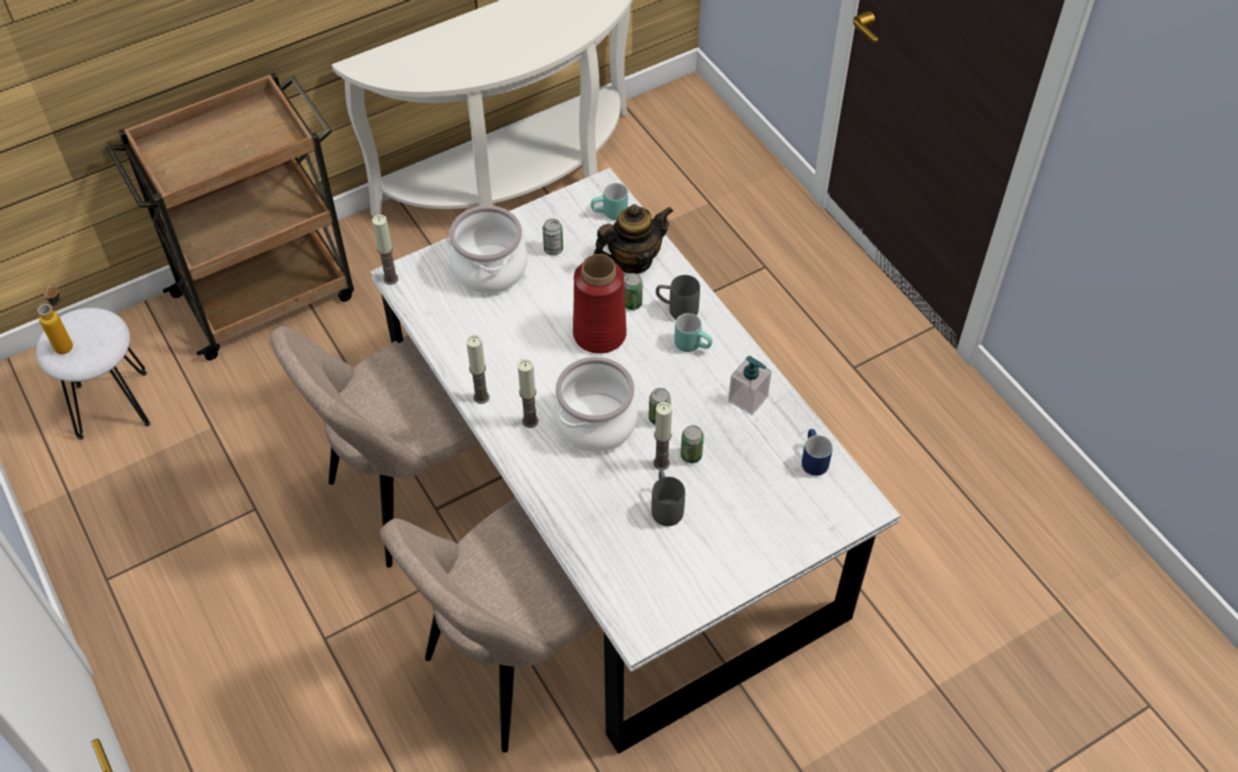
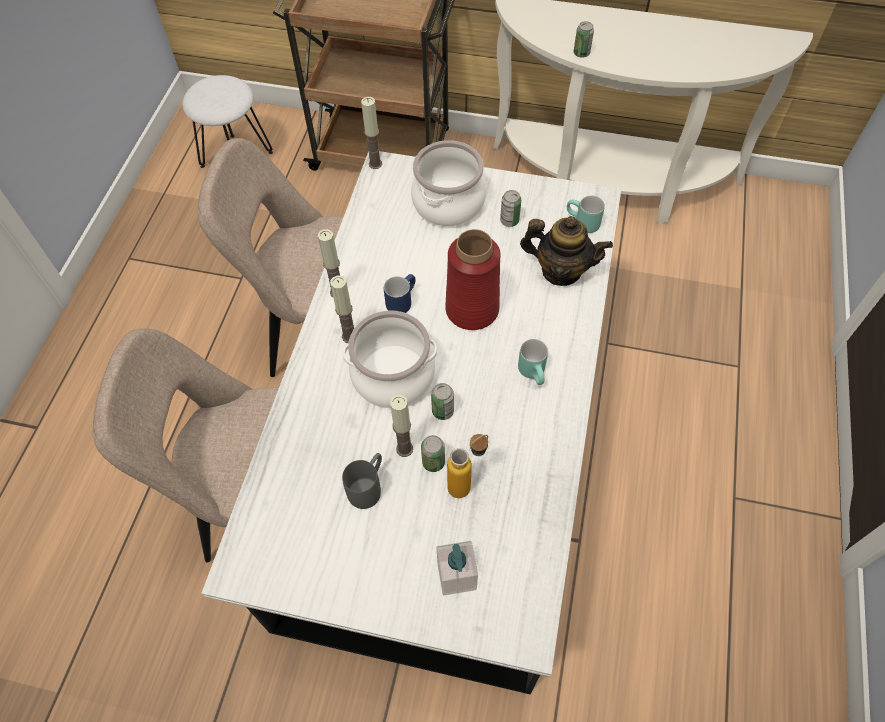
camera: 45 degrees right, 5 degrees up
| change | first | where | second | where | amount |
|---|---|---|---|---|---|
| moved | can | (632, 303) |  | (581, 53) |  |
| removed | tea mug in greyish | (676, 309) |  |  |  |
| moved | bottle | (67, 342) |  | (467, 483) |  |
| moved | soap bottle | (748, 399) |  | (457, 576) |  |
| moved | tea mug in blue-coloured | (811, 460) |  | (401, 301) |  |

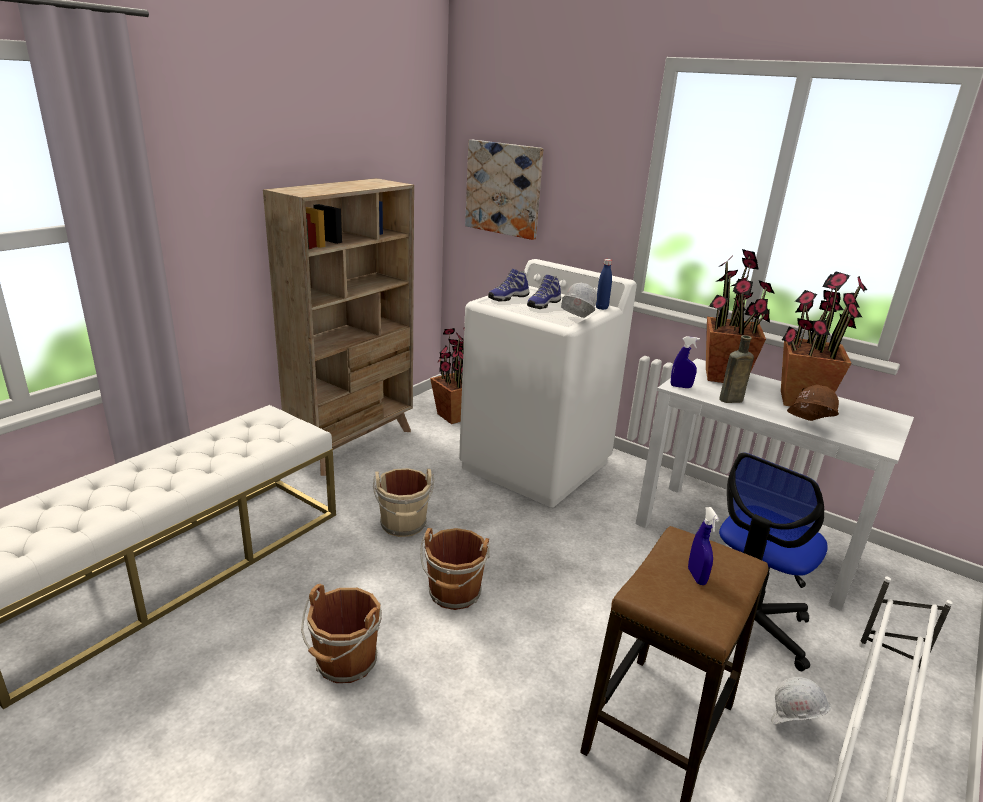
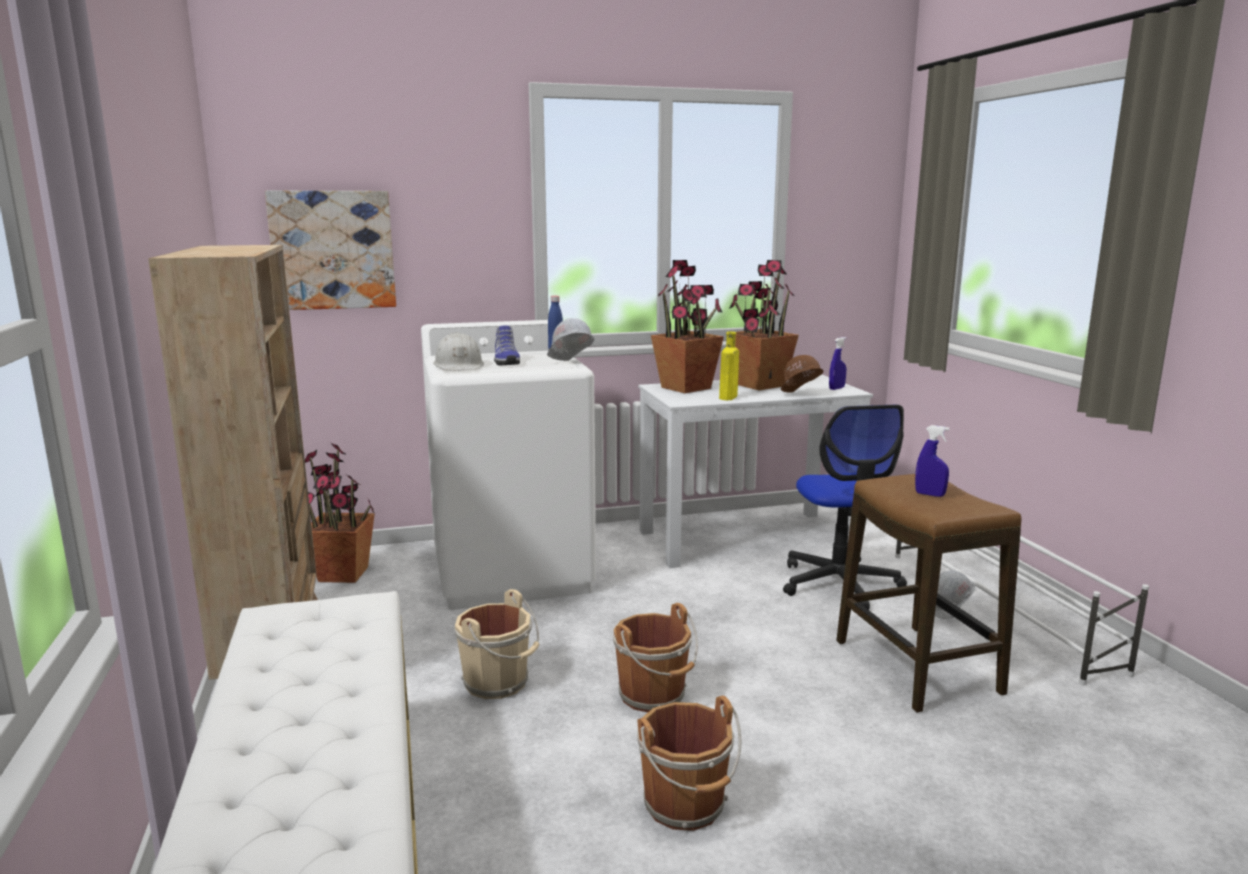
camera: 50 degrees left, 10 degrees down
| change | first | where | second | where | amount |
|---|---|---|---|---|---|
| replaced | item of footwear | (507, 297) | safety helmet in white-coloured | (459, 366) |  |
| recoloured | bottle in brown | (729, 400) | bottle in yellow-coloured | (727, 398) |  |
| moved | spray bottle in blue-coloured | (681, 386) |  | (836, 388) |  |

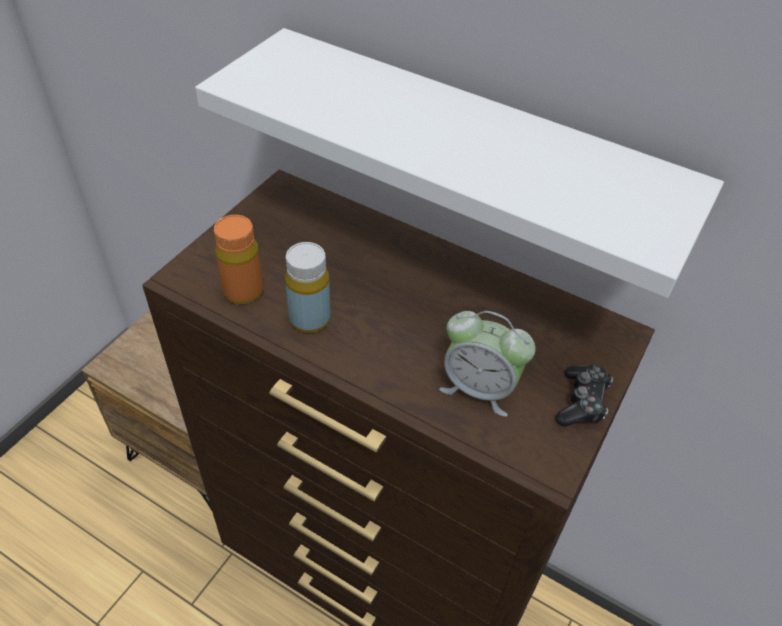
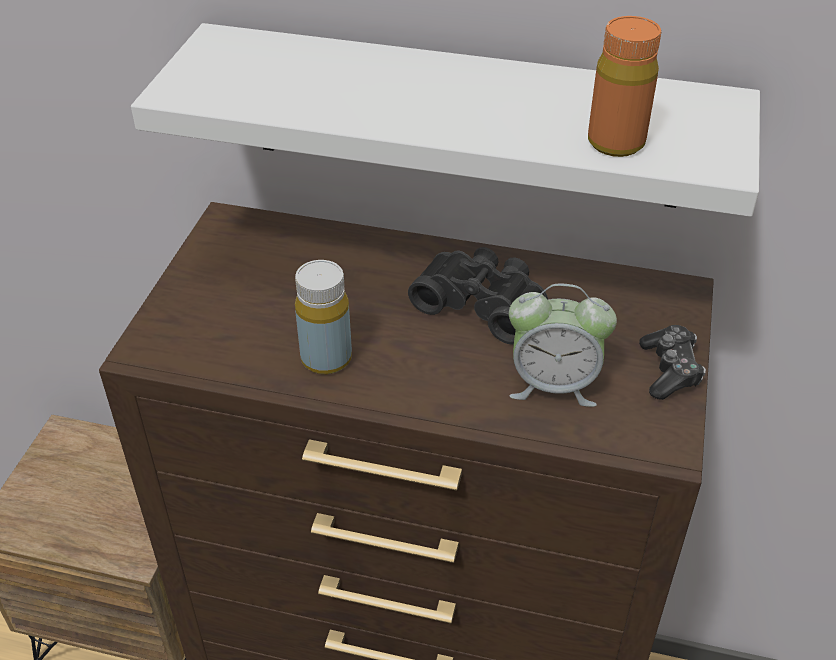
camera: 15 degrees left, 5 degrees down
| change | first | where | second | where | amount |
|---|---|---|---|---|---|
| moved | bottle in orange-coloured | (243, 291) |  | (616, 143) |  |
| added |  |  | pair of binoculars in black-coloured | (482, 303) |  |

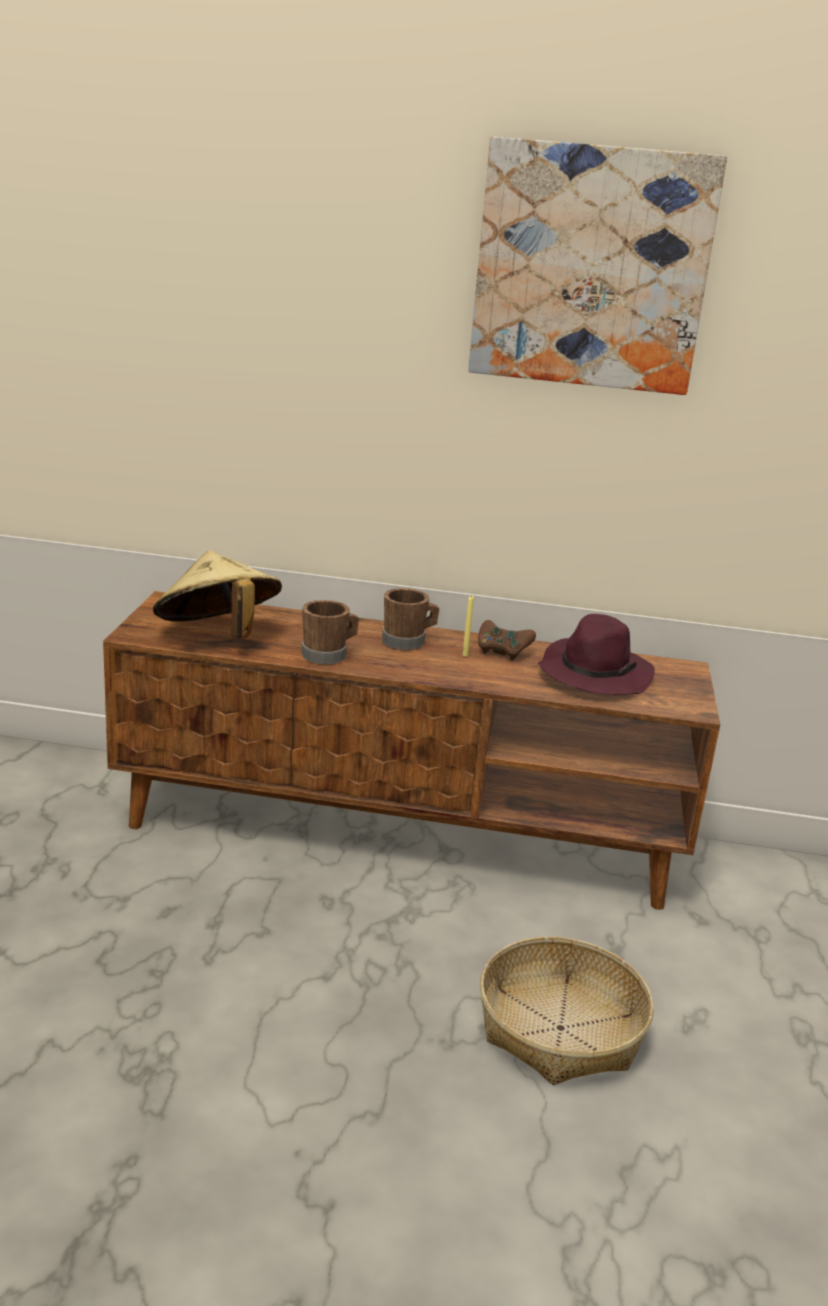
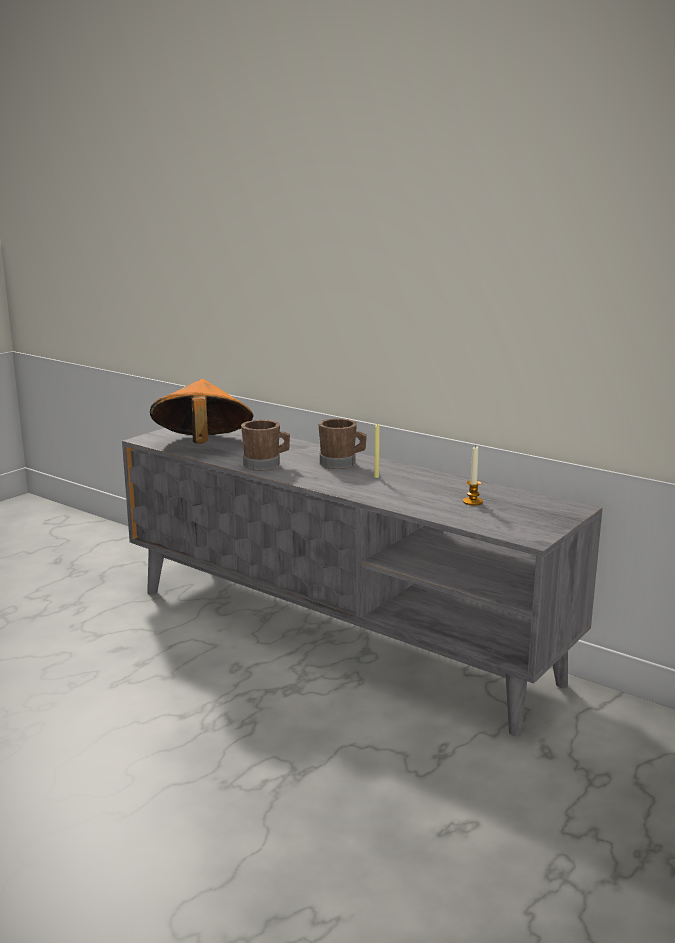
camera: 30 degrees right, 5 degrees down
| change | first | where | second | where | amount |
|---|---|---|---|---|---|
| removed | wall art | (591, 268) |  |  |  |
| recoloured | clothing hat in beige | (218, 636) | clothing hat in orange-coloured | (202, 446) |  |
| recoloured | tv stand in brown | (401, 834) | tv stand in greyish | (340, 634) |  |
| replaced | clothing hat in purple | (594, 674) | candle | (472, 502) |  |
| removed | game controller in brown | (502, 652) |  |  |  |
| removed | storage basket | (559, 1028) |  |  |  |

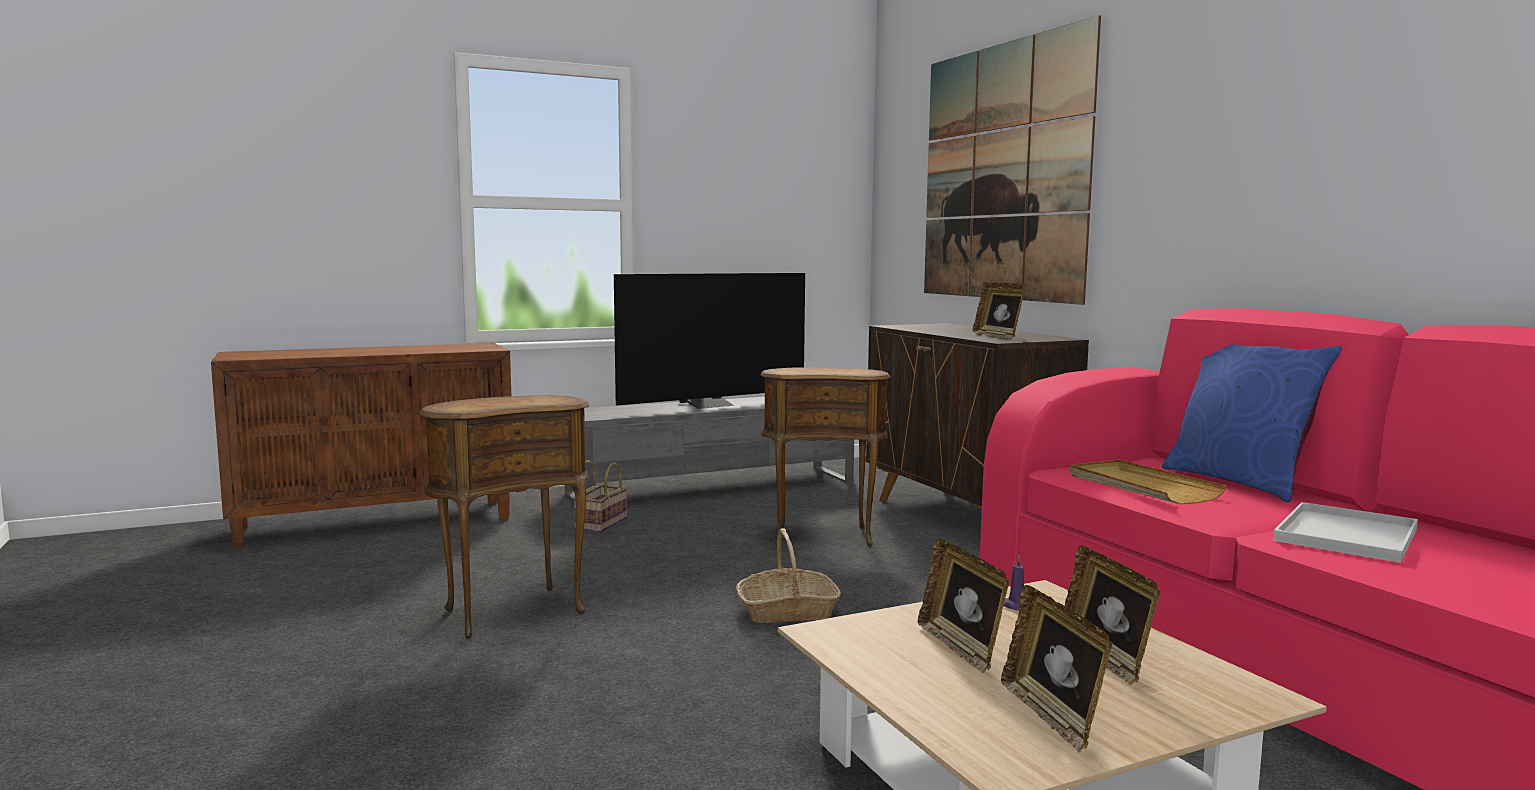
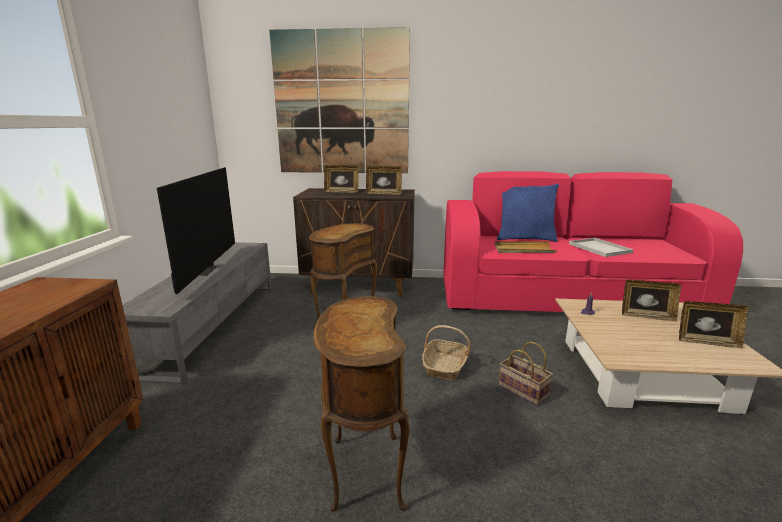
camera: 60 degrees left, 10 degrees up
| change | first | where | second | where | amount |
|---|---|---|---|---|---|
| moved | storage basket | (601, 523) |  | (521, 390) |  |
| moved | picture frame | (961, 647) |  | (341, 192) |  |

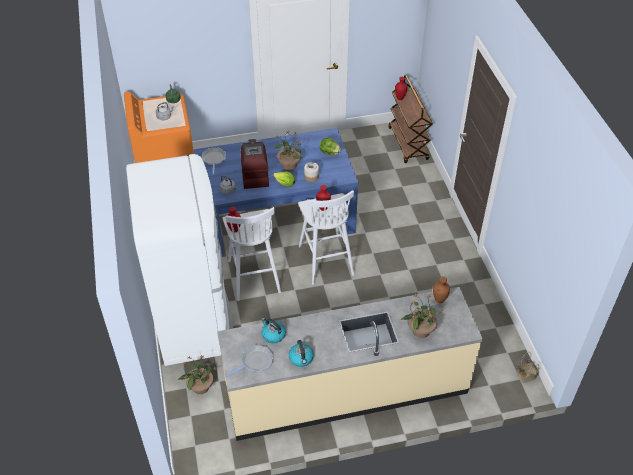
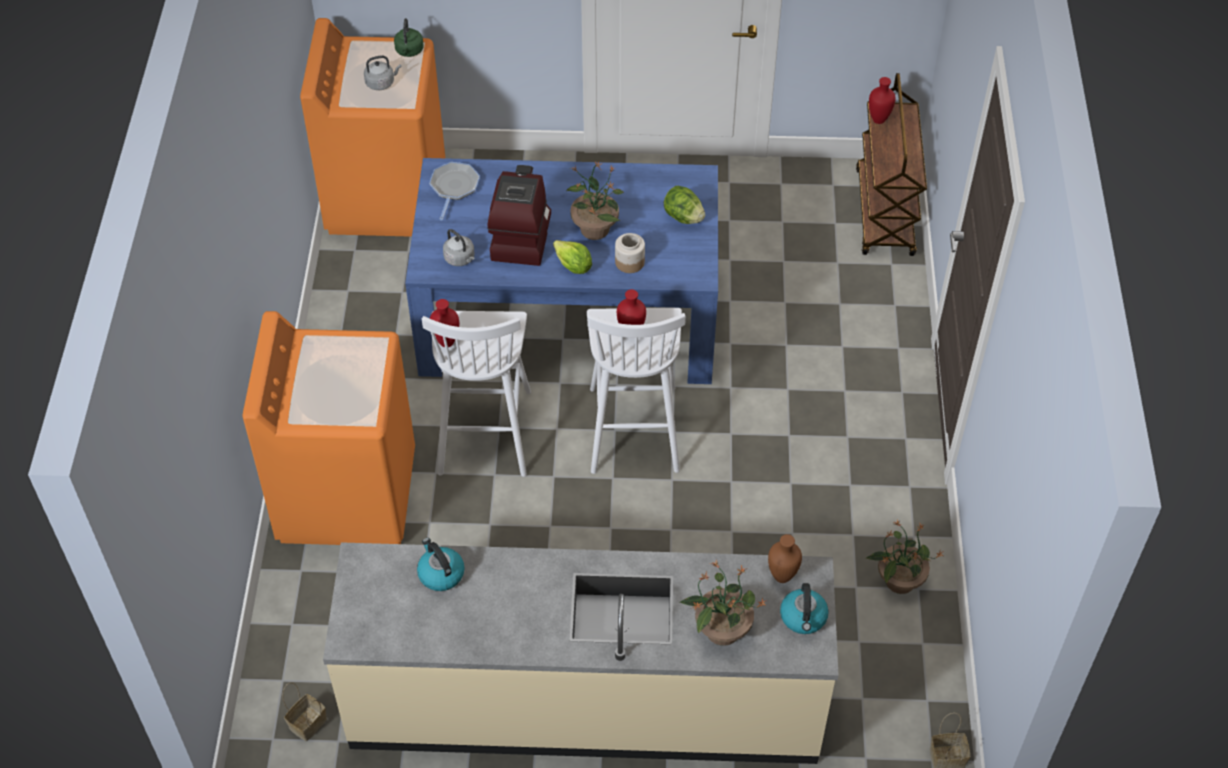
camera: 15 degrees right, 5 degrees up
| change | first | where | second | where | amount |
|---|---|---|---|---|---|
| replaced | kitchen fridge in white-coloured | (194, 319) | laundry appliance in orange-coloured | (347, 494) |  |
| moved | kettle | (301, 358) |  | (803, 618) |  |
| removed | skillet | (255, 362) |  |  |  |
| moved | houseplant | (200, 387) |  | (899, 580) |  |
| added |  |  | storage basket | (308, 722) |  |

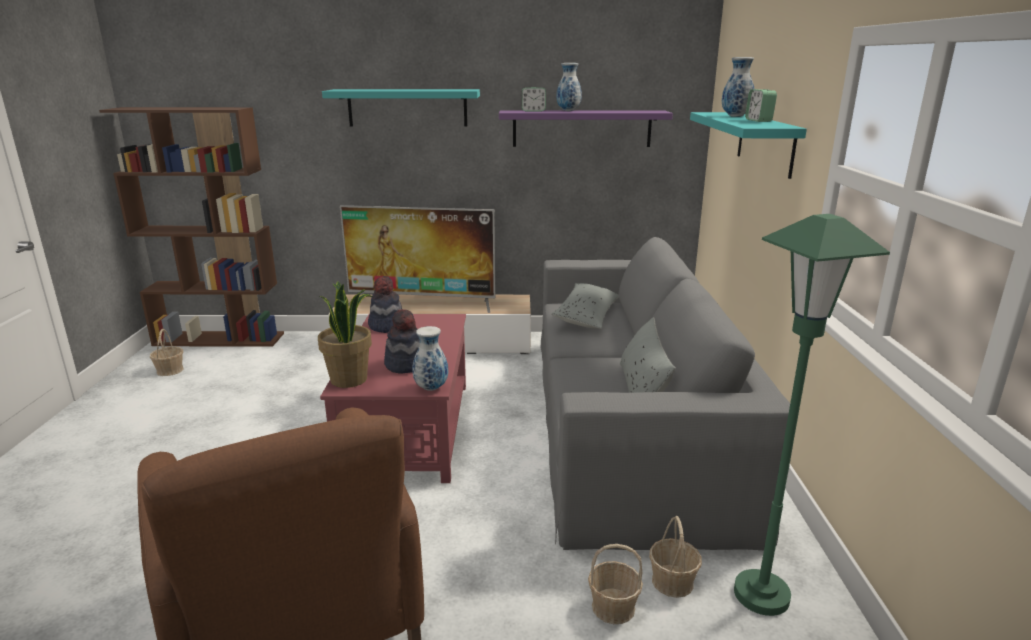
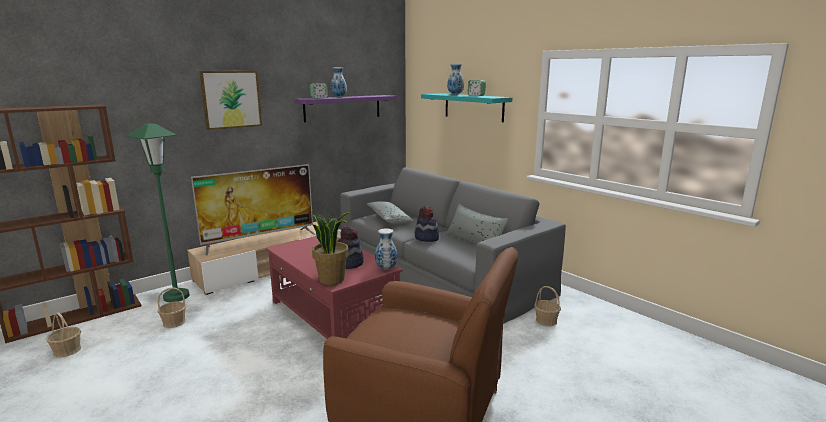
camera: 40 degrees left, 5 degrees down
| change | first | where | second | where | amount |
|---|---|---|---|---|---|
| replaced | wall shelf in blue-green | (407, 107) | wall art | (231, 99) |  |
| moved | standard lamp in greenish | (761, 595) |  | (176, 296) |  |
| moved | clothing hat | (386, 326) |  | (426, 238) |  |
| moved | storage basket | (613, 607) |  | (174, 322) |  |

